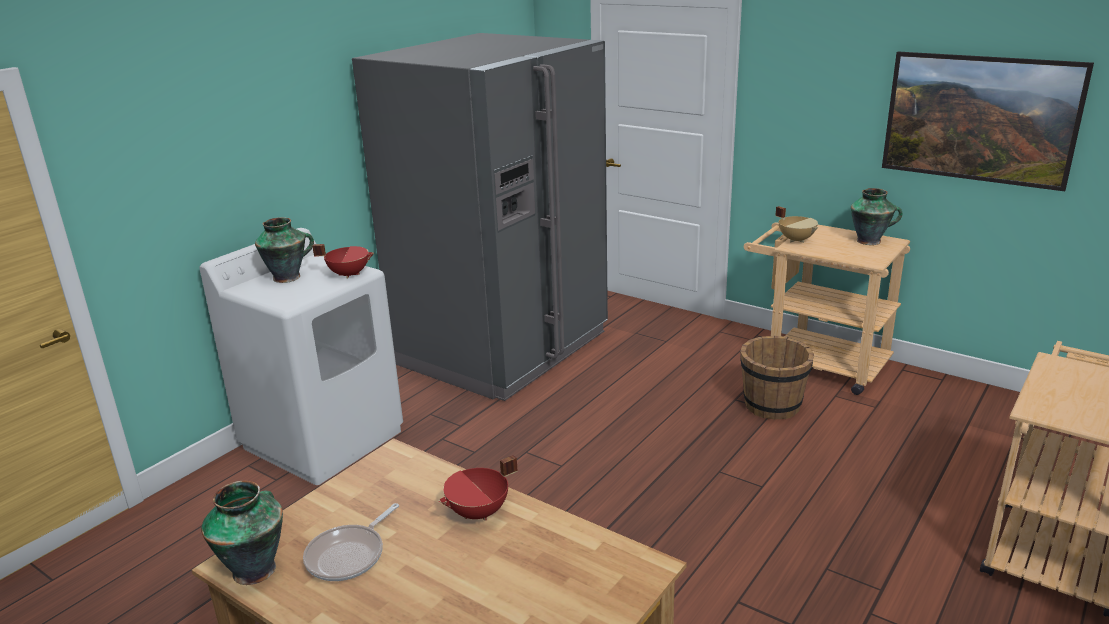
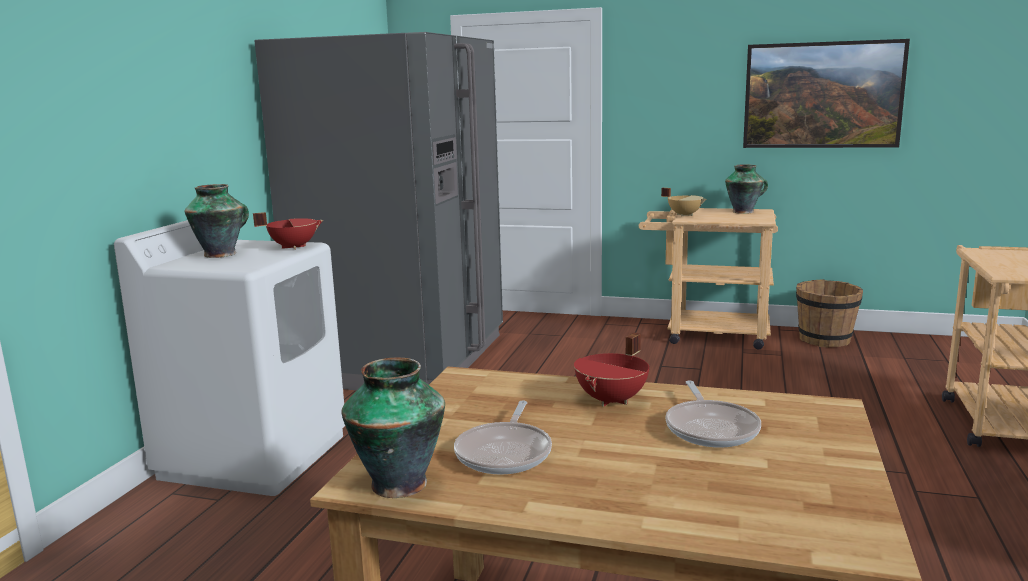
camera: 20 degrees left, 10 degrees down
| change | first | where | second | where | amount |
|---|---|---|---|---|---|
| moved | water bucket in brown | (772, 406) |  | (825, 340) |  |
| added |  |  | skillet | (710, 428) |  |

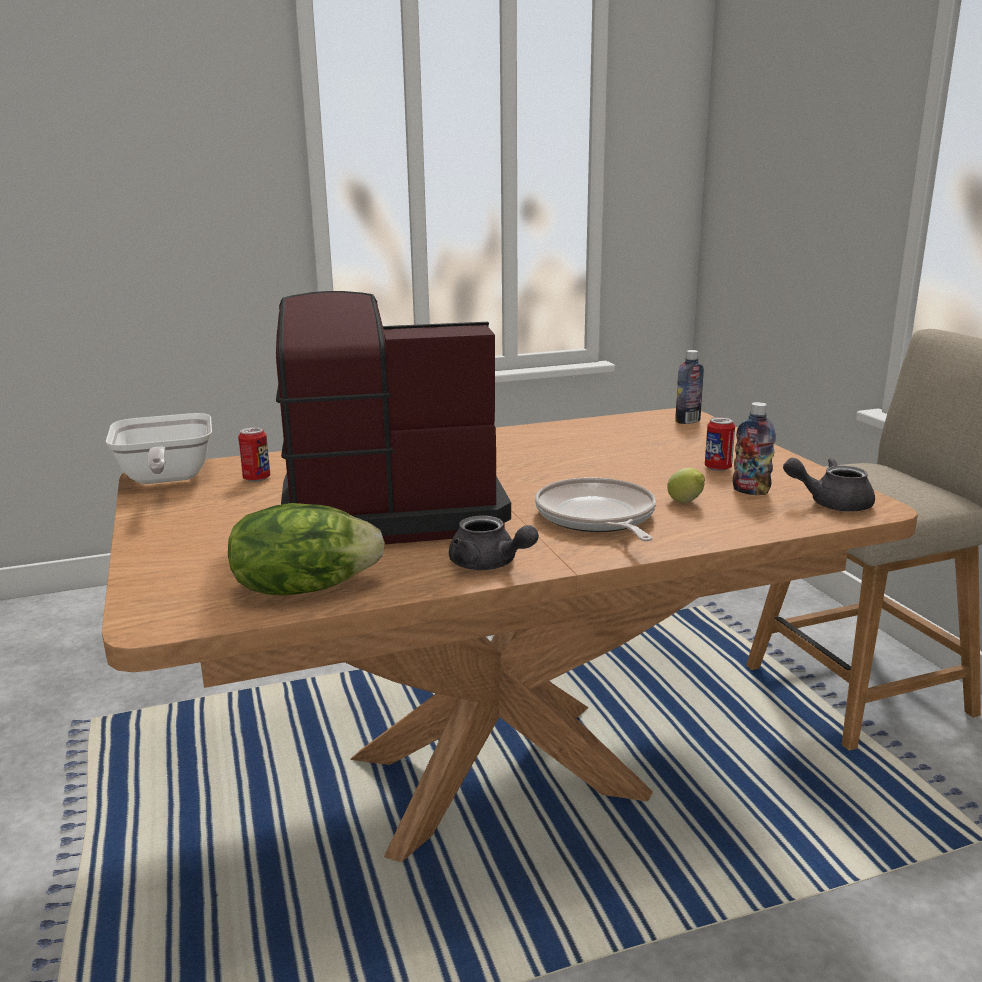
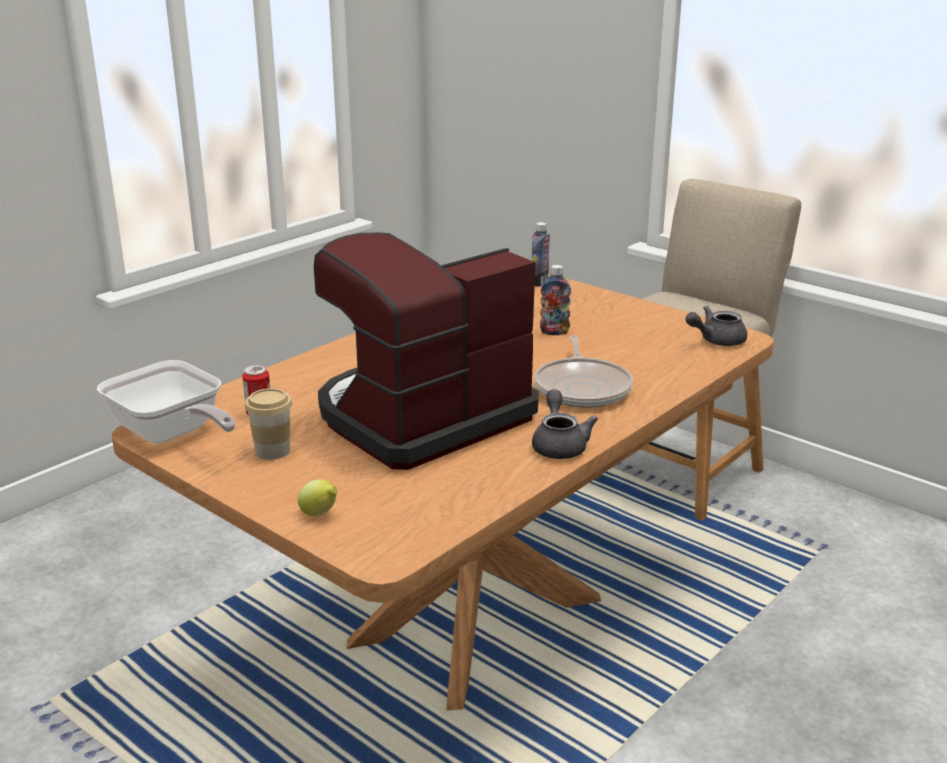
camera: 30 degrees left, 5 degrees up
| change | first | where | second | where | amount |
|---|---|---|---|---|---|
| moved | bottle | (750, 491) |  | (554, 332) |  |
| removed | can | (718, 468) |  |  |  |
| moved | whole lemon | (686, 503) |  | (320, 514) |  |
| turned | skillet | (597, 518) |  | (582, 388) | 135 degrees counterclockwise |
| removed | head of lettuce | (304, 587) |  |  |  |
| turned | teapot in greyish | (489, 565) |  | (559, 445) | 105 degrees counterclockwise |
| added |  |  | drinking cup | (272, 451) |  |

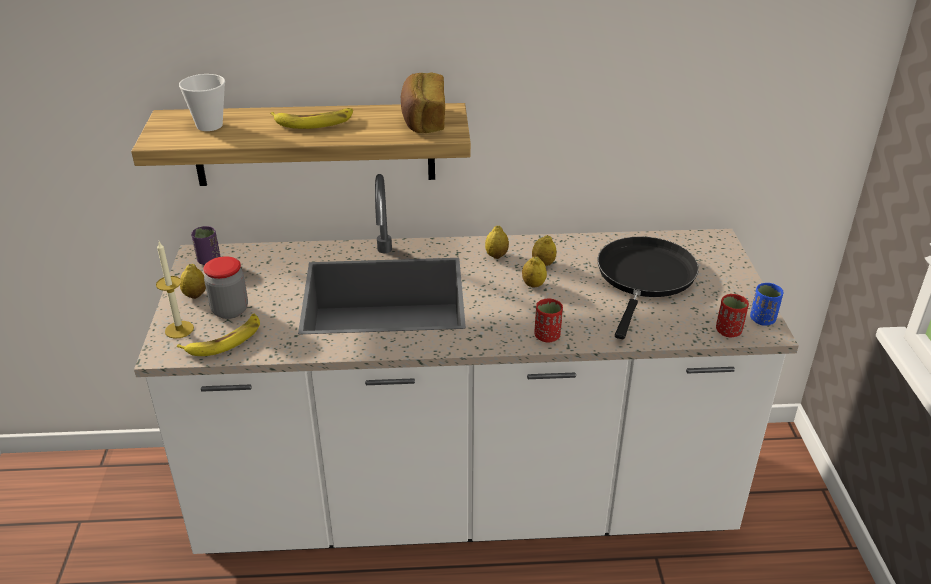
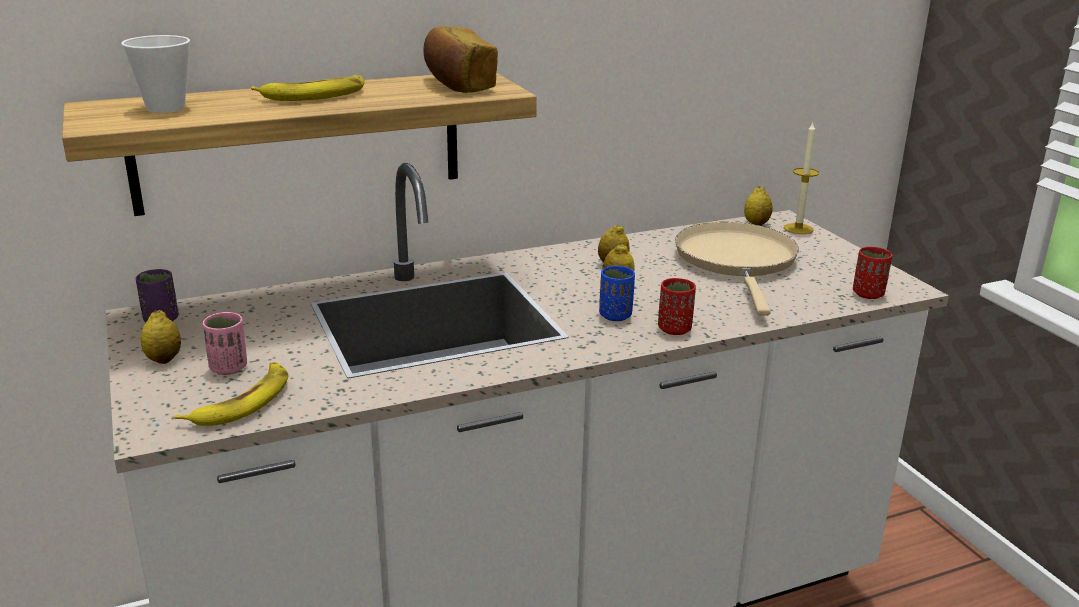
camera: 20 degrees left, 10 degrees down
| change | first | where | second | where | amount |
|---|---|---|---|---|---|
| moved | whole lemon | (496, 255) |  | (756, 224) |  |
| recoloured | skillet in black-coloured | (644, 278) | skillet in beige | (737, 261) |  |
| moved | candle | (179, 329) |  | (798, 229) |  |
| replaced | storage jar | (230, 310) | drinking cup in pinkish | (229, 368) |  |
| moved | drinking cup in blue-coloured | (762, 319) |  | (615, 316) |  |

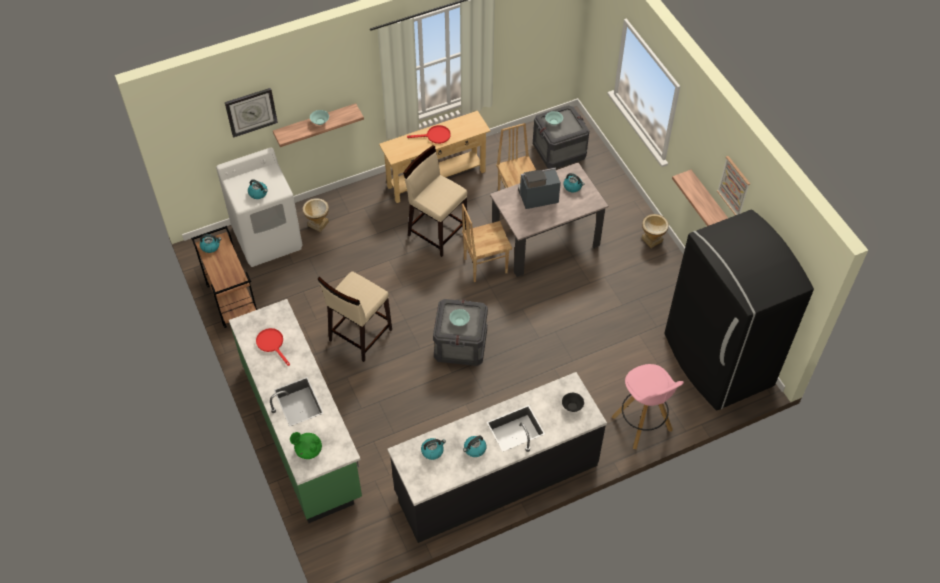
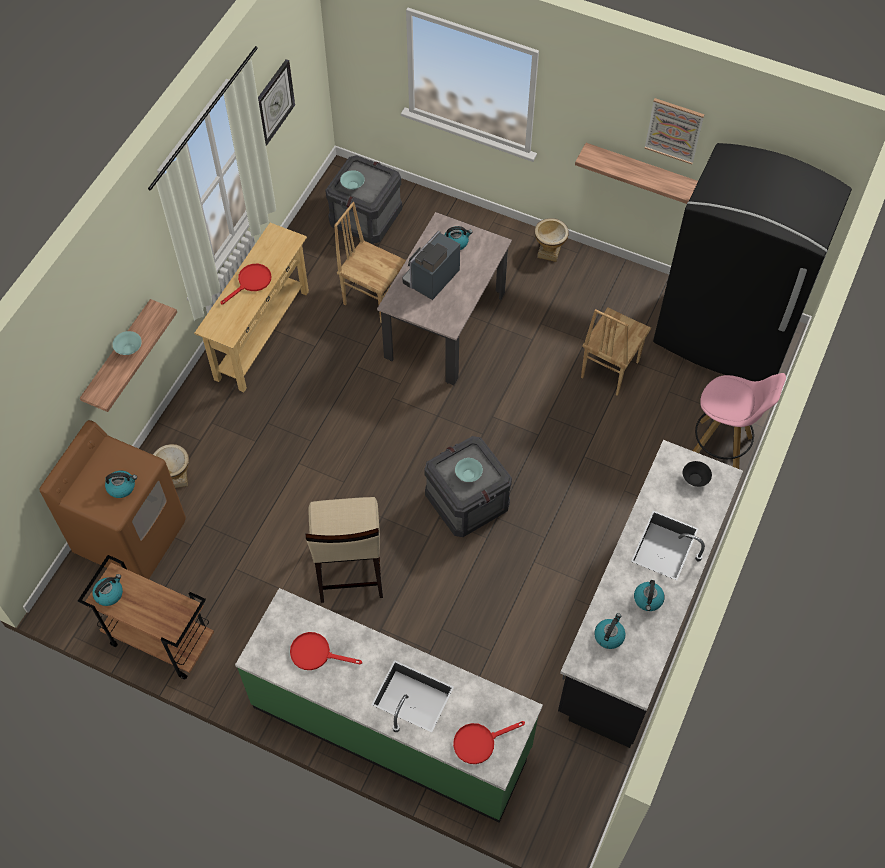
camera: 40 degrees left, 5 degrees up
| change | first | where | second | where | amount |
|---|---|---|---|---|---|
| moved | hanging clock | (251, 111) |  | (274, 102) |  |
| removed | stool in beige | (437, 232) |  |  |  |
| recoloured | laundry appliance in white-coloured | (268, 238) | laundry appliance in brown | (131, 536) |  |
| moved | chair in brown | (484, 265) |  | (608, 369) |  |
| replaced | teapot in greenish | (308, 450) | skillet in reddish | (479, 742) |  |

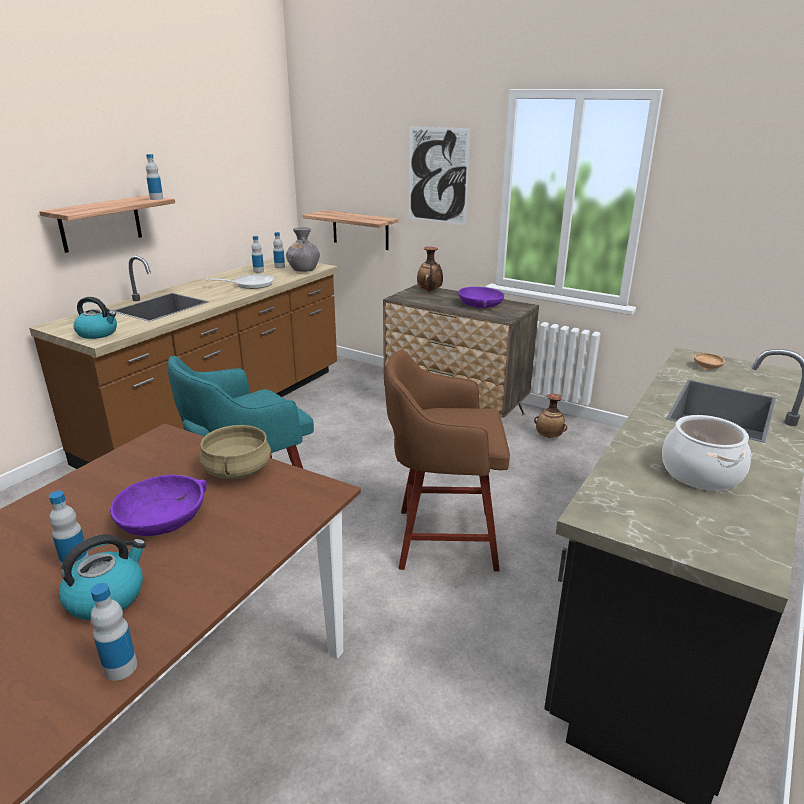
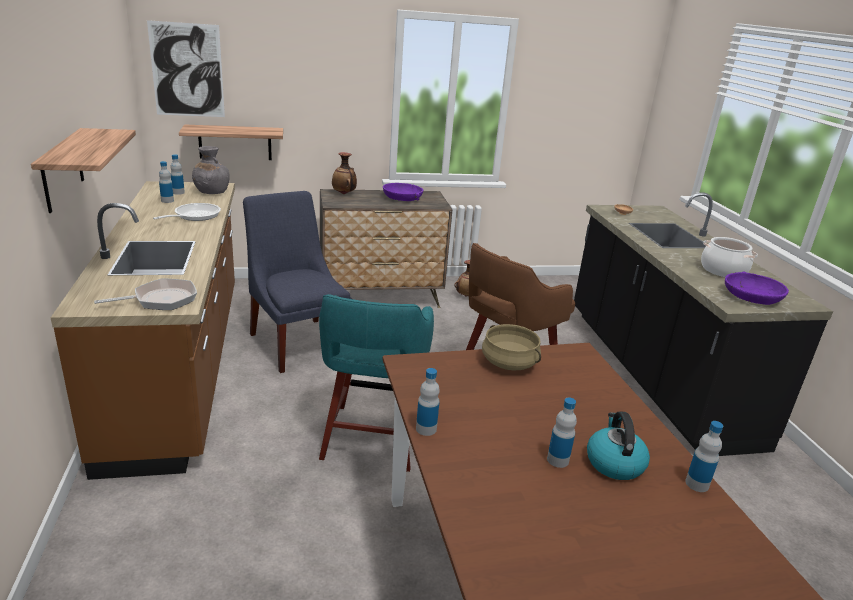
camera: 45 degrees left, 0 degrees up
| change | first | where | second | where | amount |
|---|---|---|---|---|---|
| moved | wall art | (437, 175) |  | (187, 70) |  |
| moved | bottle | (156, 199) |  | (426, 429) |  |
| replaced | kettle | (98, 333) | skillet | (161, 300) |  |
| moved | bowl in purple | (162, 517) |  | (751, 296) |  |
| added |  |  | chair in blue-coloured | (298, 342) |  |

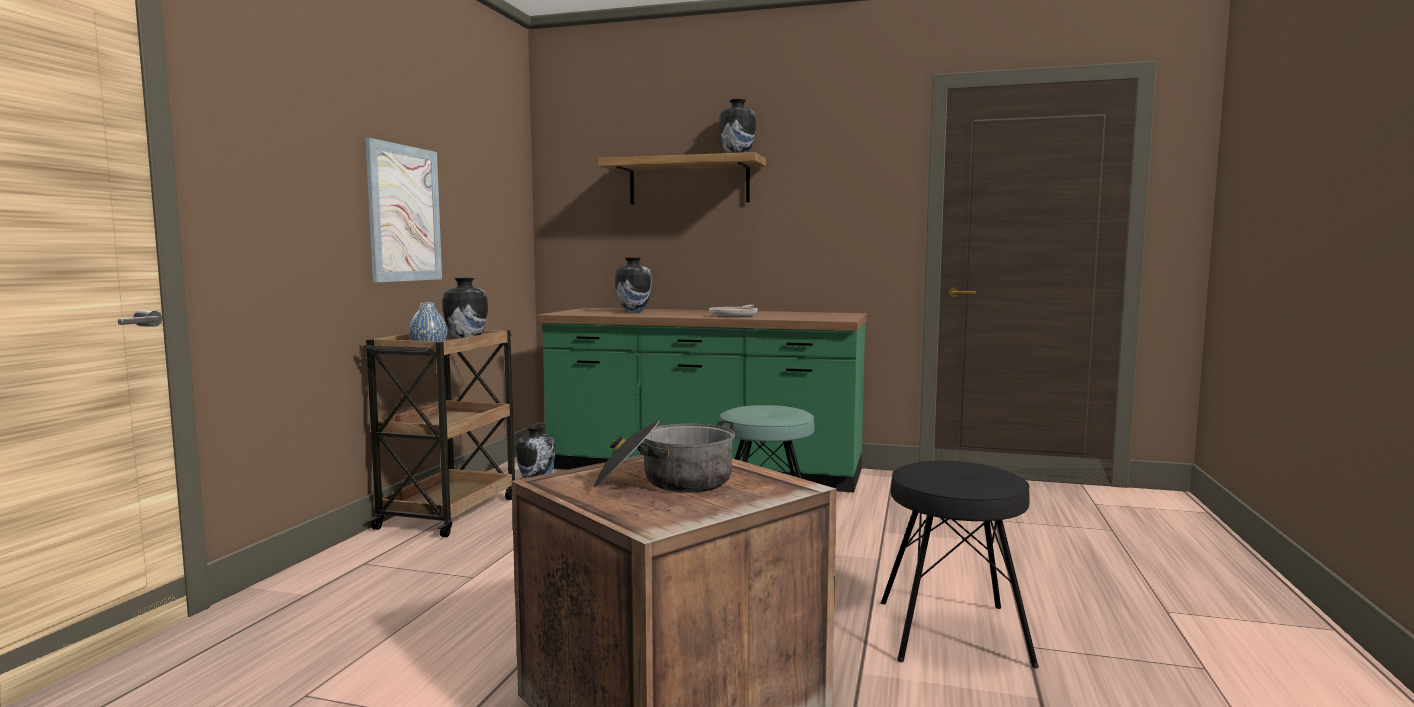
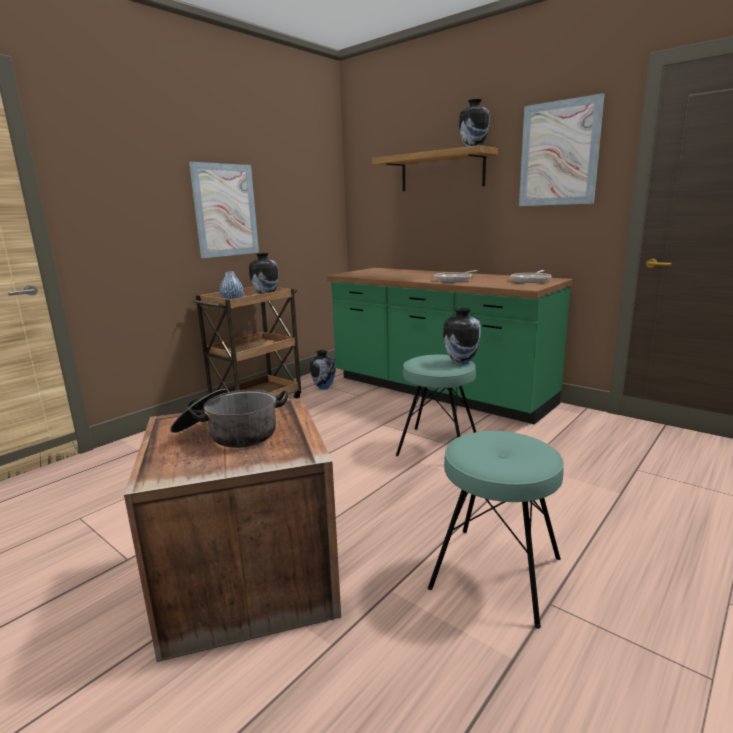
camera: 25 degrees right, 10 degrees up
| change | first | where | second | where | amount |
|---|---|---|---|---|---|
| moved | decorative vase | (633, 312) |  | (461, 361) |  |
| recoloured | stool in black-coloured | (952, 632) | stool in blue-green | (496, 573) |  |
| added |  |  | wall art | (559, 154) |  |
| added |  |  | skillet | (531, 280) |  |

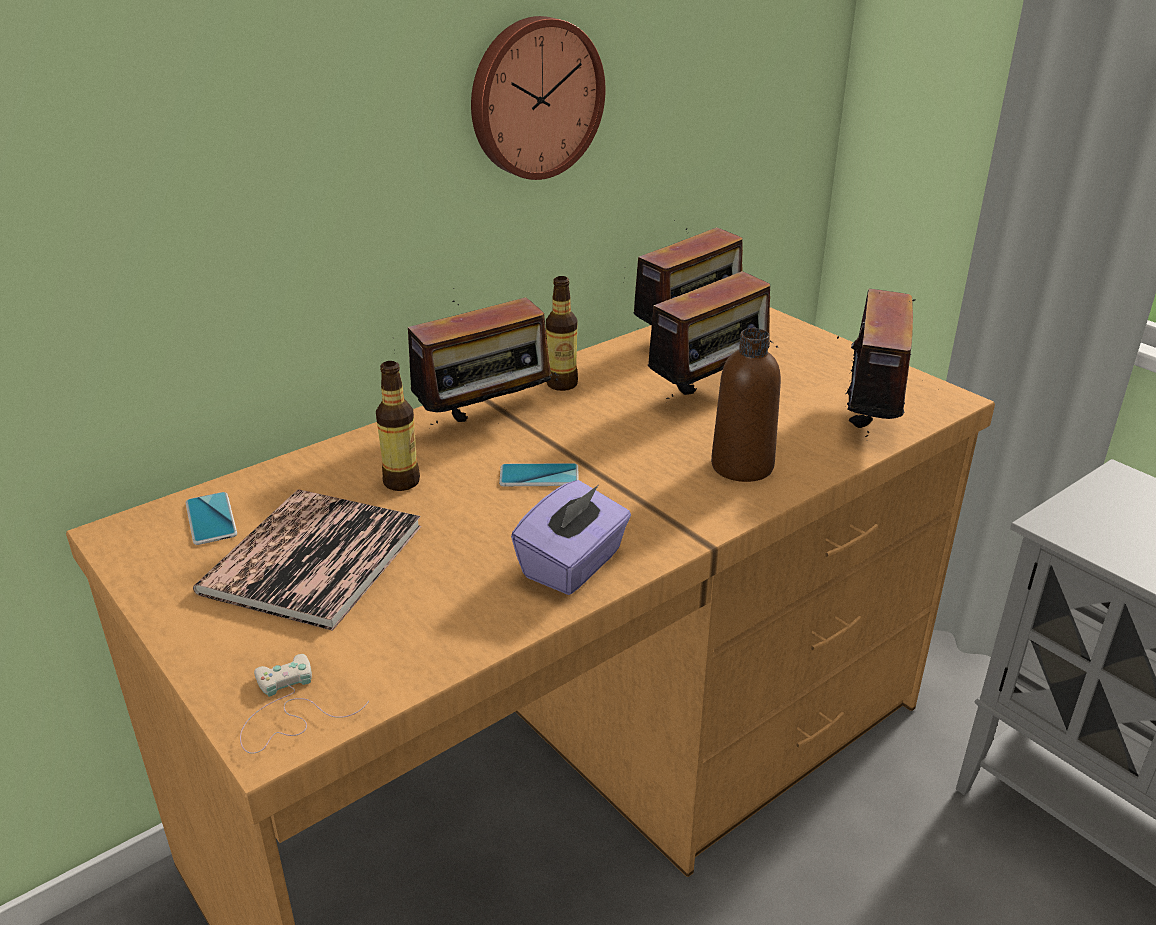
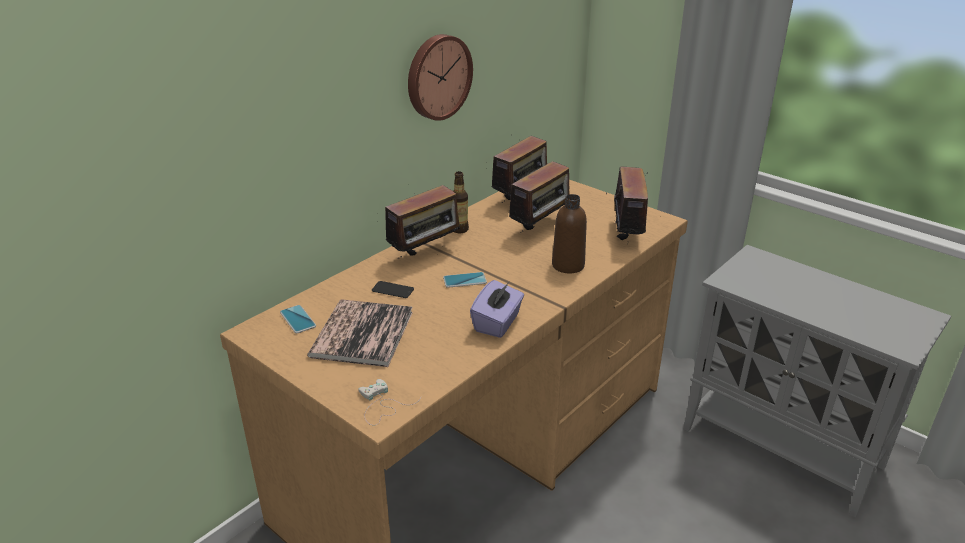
camera: 10 degrees left, 0 degrees up
| change | first | where | second | where | amount |
|---|---|---|---|---|---|
| replaced | bottle | (401, 482) | handset | (392, 290) |  |

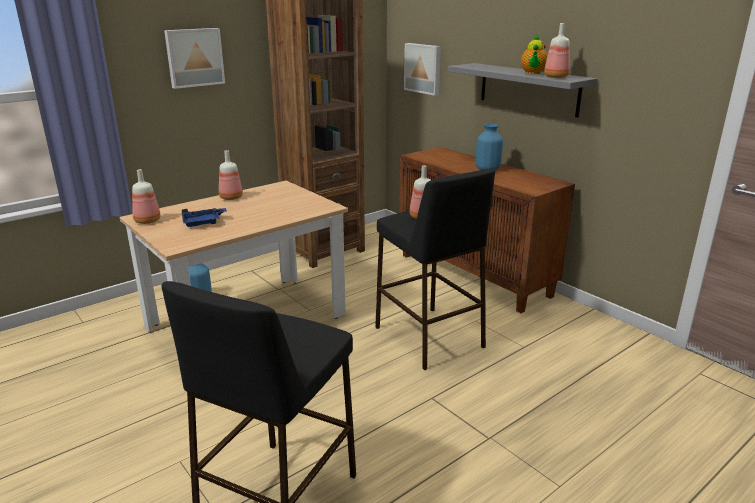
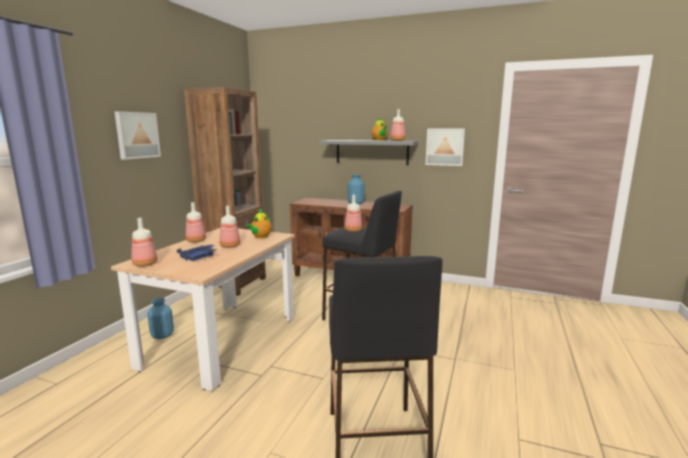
camera: 30 degrees left, 10 degrees down
| change | first | where | second | where | amount |
|---|---|---|---|---|---|
| moved | wall art | (423, 68) |  | (445, 147) |  |
| added |  |  | bottle | (229, 246) |  |
| added |  |  | teapot | (260, 237) |  |

